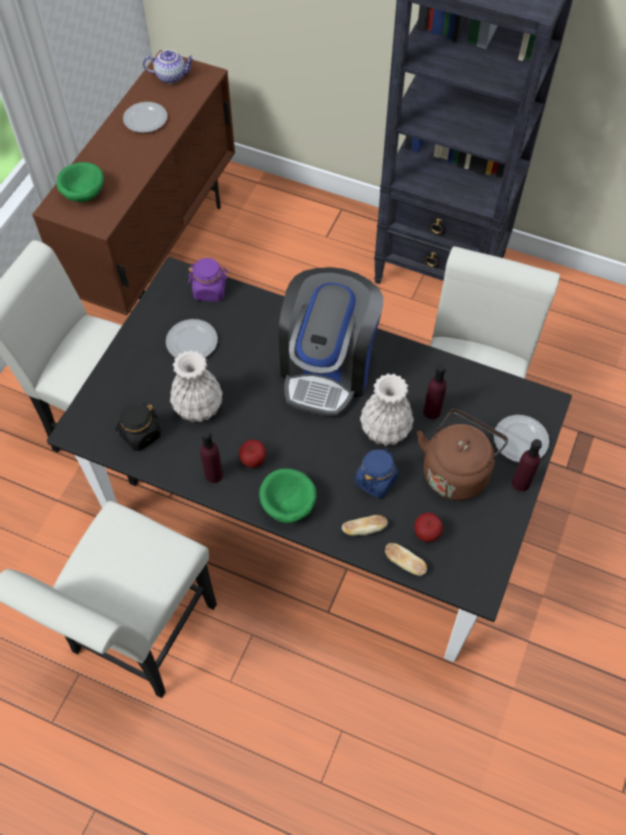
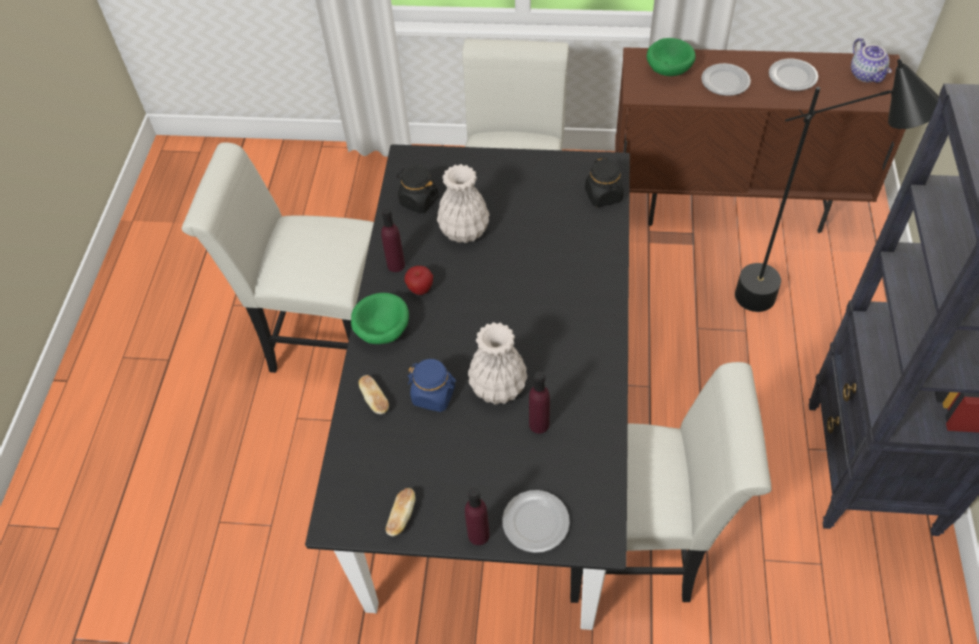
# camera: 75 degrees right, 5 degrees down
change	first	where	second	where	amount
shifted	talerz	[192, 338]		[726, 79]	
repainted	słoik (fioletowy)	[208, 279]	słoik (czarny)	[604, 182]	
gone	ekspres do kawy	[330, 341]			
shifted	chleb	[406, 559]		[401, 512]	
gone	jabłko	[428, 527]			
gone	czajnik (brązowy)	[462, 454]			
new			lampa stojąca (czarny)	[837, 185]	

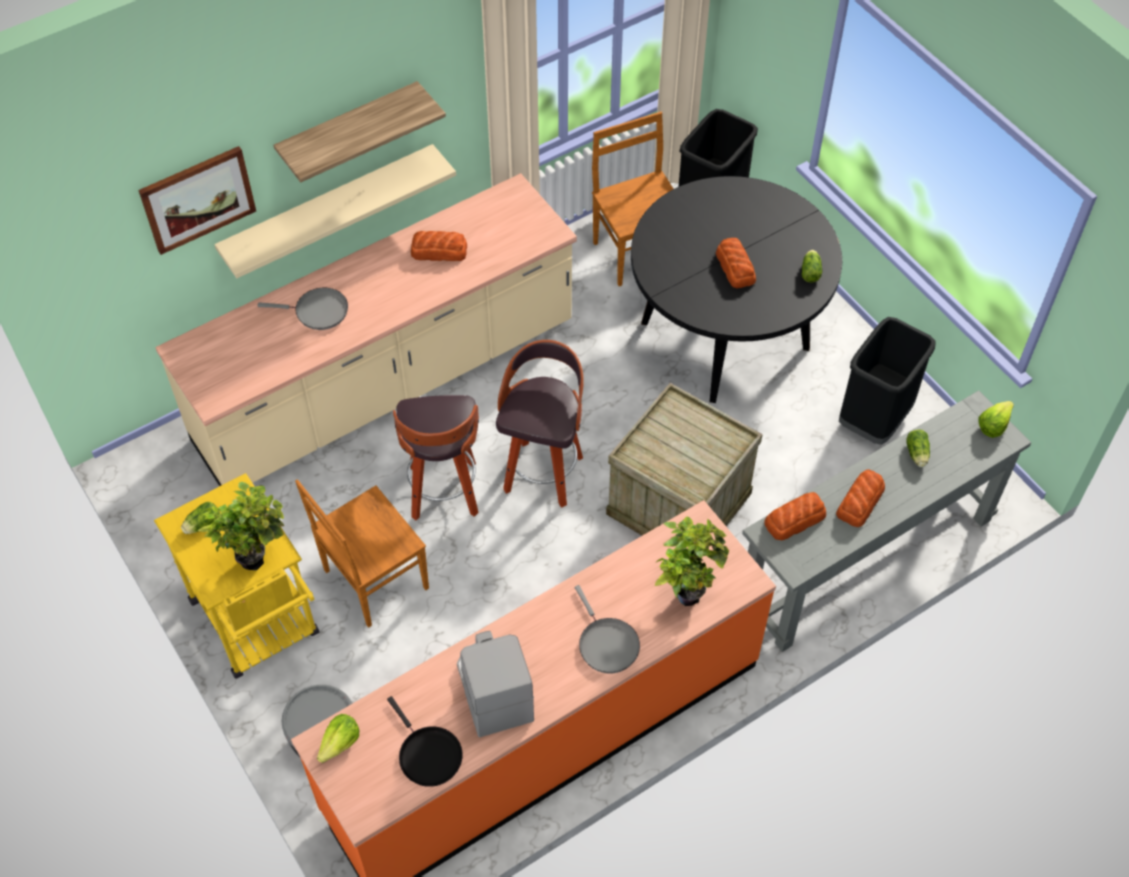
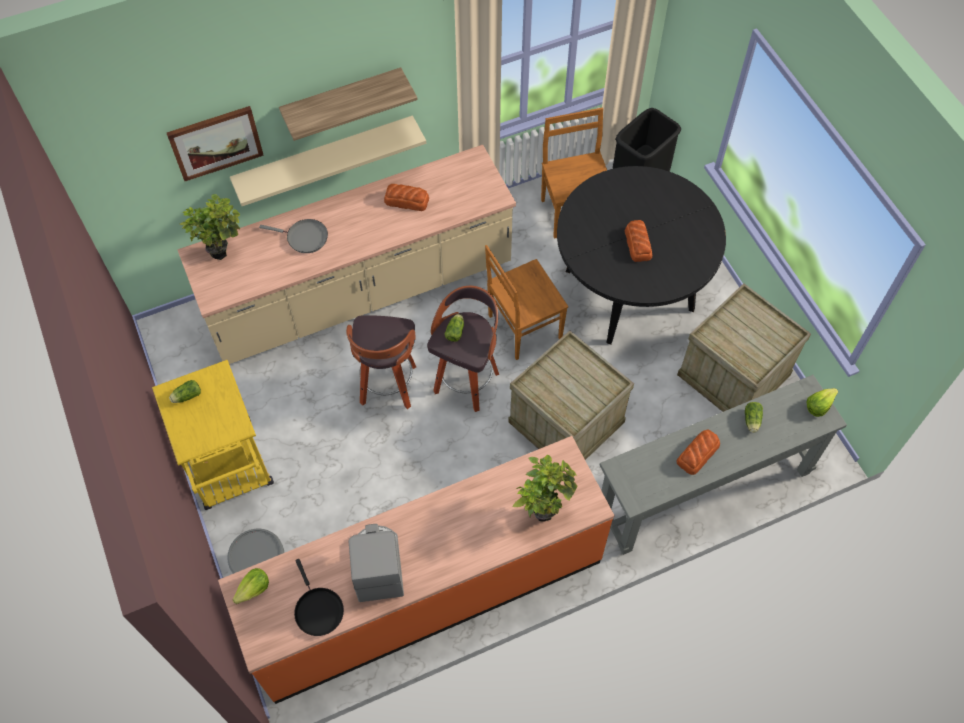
# camera: 10 degrees right, 5 degrees up
change	first	where	second	where	amount
shifted	roślina doniczkowa	[241, 526]		[210, 227]	
shifted	krzesło (brązowy)	[362, 554]		[526, 302]	
gone	patelnia (szary)	[607, 629]			
gone	chleb	[795, 516]			
shifted	sałata	[812, 266]		[454, 328]	
swapped	kosz na śmieci (czarny)	[887, 381]	skrzynka	[744, 347]	

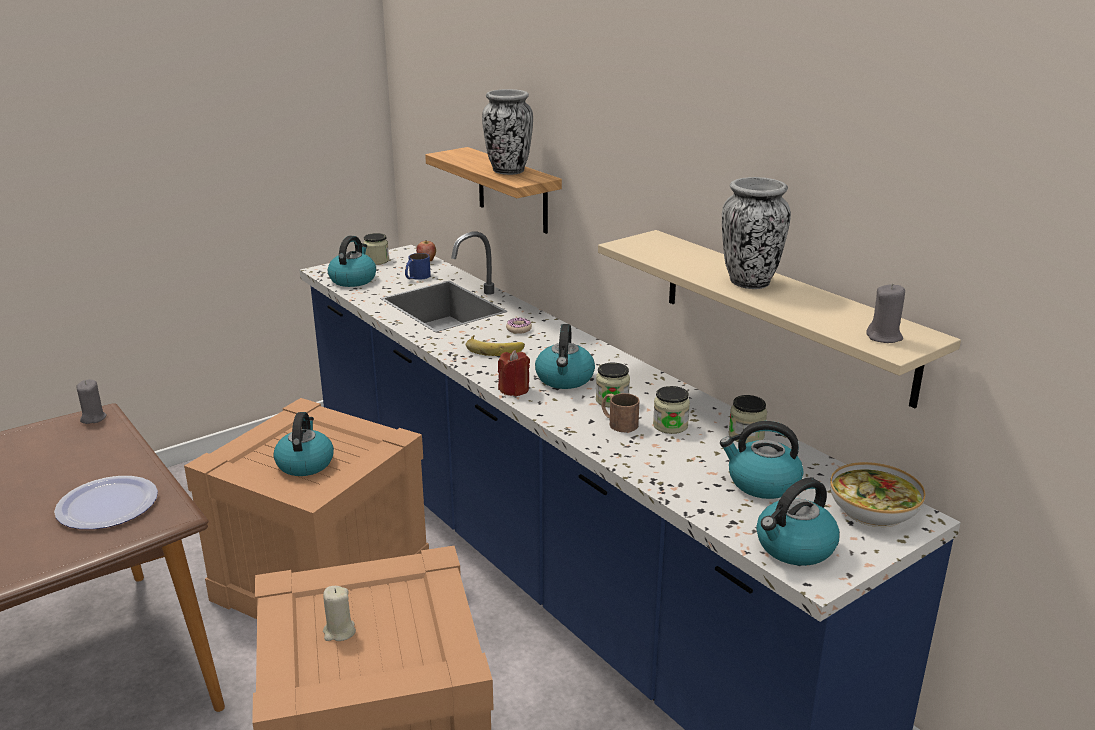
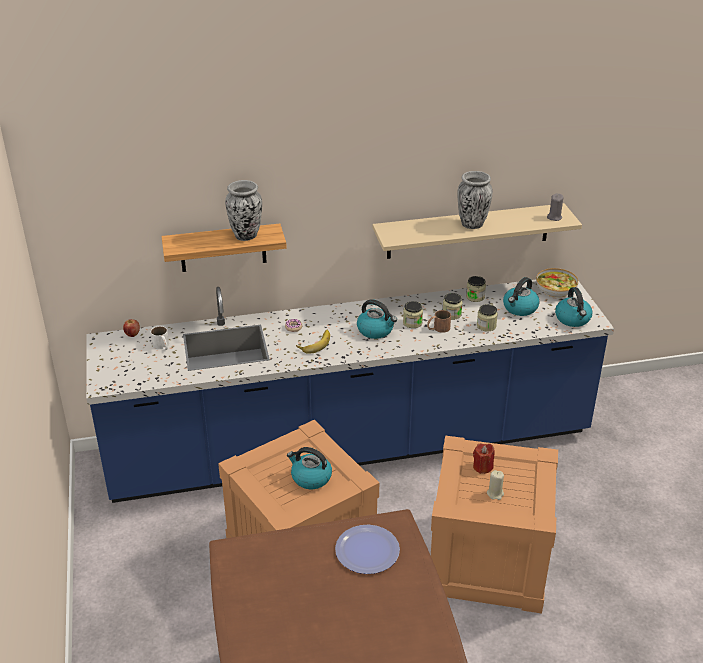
# camera: 65 degrees left, 10 degrees up
change	first	where	second	where	amount
gone	świeca (szary)	[92, 401]			
gone	czajnik	[352, 261]			
shifted	słoik	[376, 249]		[487, 317]	
repainted	kubek (niebieski)	[418, 266]	kubek (biały)	[160, 338]	
shifted	świeca (czerwony)	[514, 373]		[484, 458]	

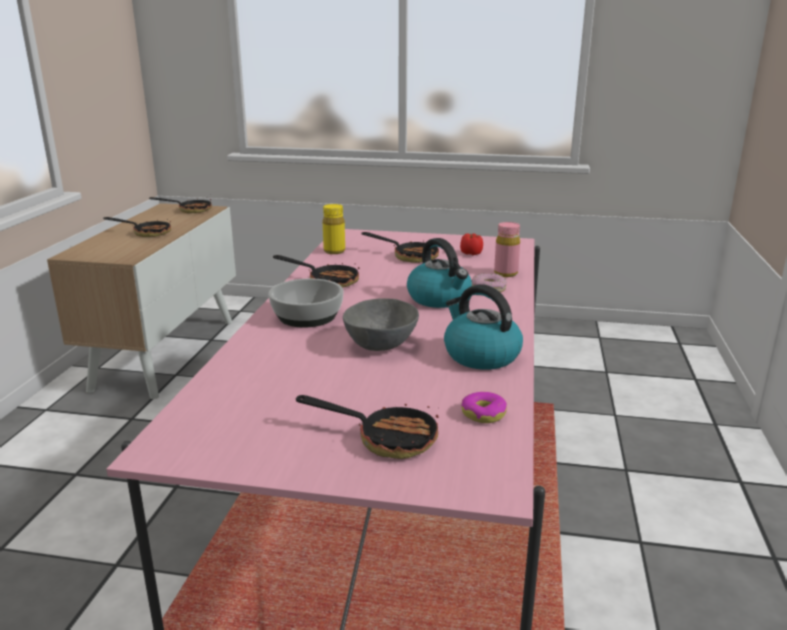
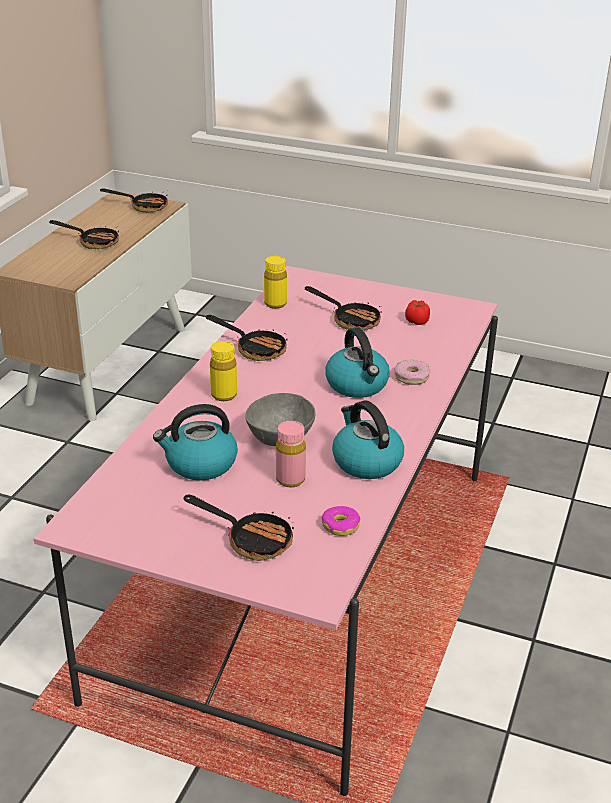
# camera: 10 degrees right, 10 degrees up
change	first	where	second	where	amount
swapped	miska	[305, 303]	butelka (żółty)	[223, 371]	
shifted	butelka (różowy)	[507, 249]		[291, 454]	
new			czajnik	[195, 442]	

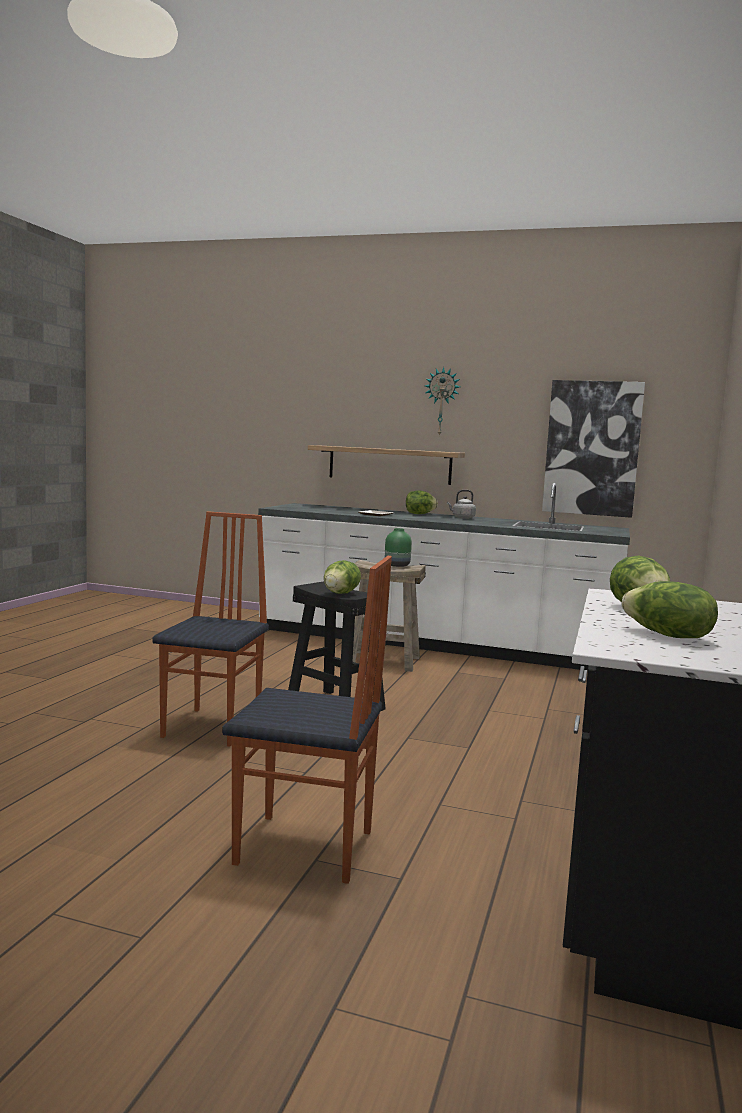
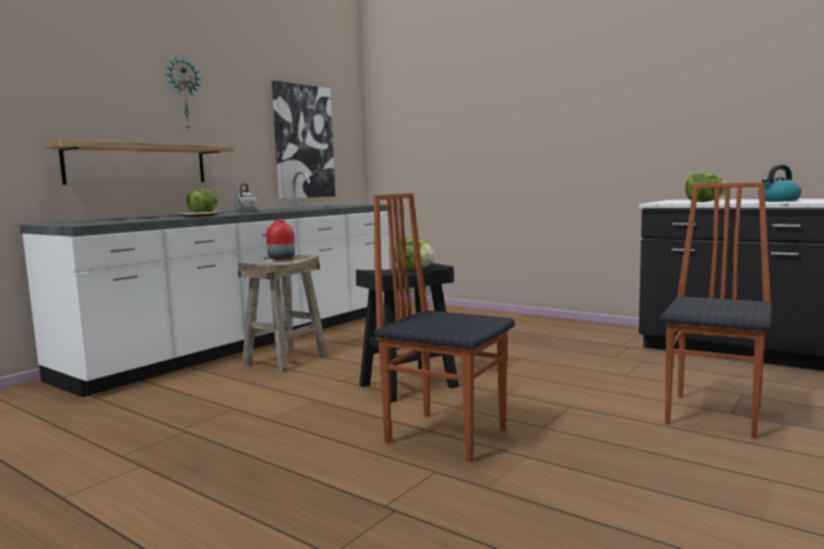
# camera: 70 degrees left, 0 degrees up
change	first	where	second	where	amount
repainted	wazon (zielony)	[398, 547]	wazon (czerwony)	[280, 240]	
swapped	sałata	[670, 609]	czajnik	[779, 183]	

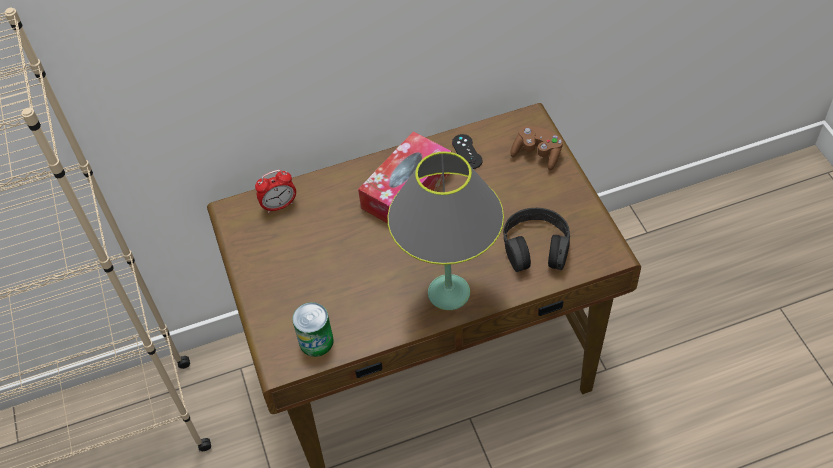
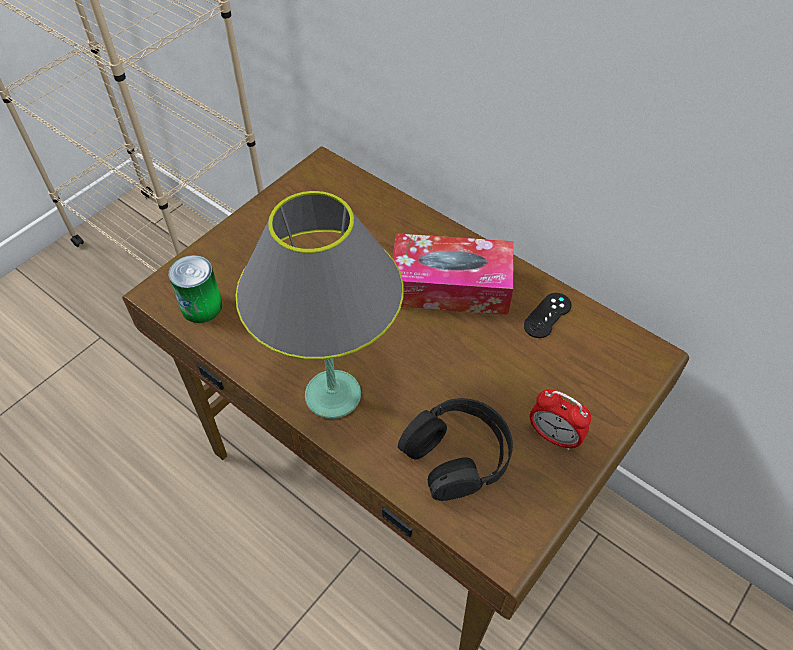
# camera: 55 degrees right, 0 degrees up
change	first	where	second	where	amount
shifted	budzik	[275, 191]		[560, 419]	
gone	pad do gier (brązowy)	[536, 148]			

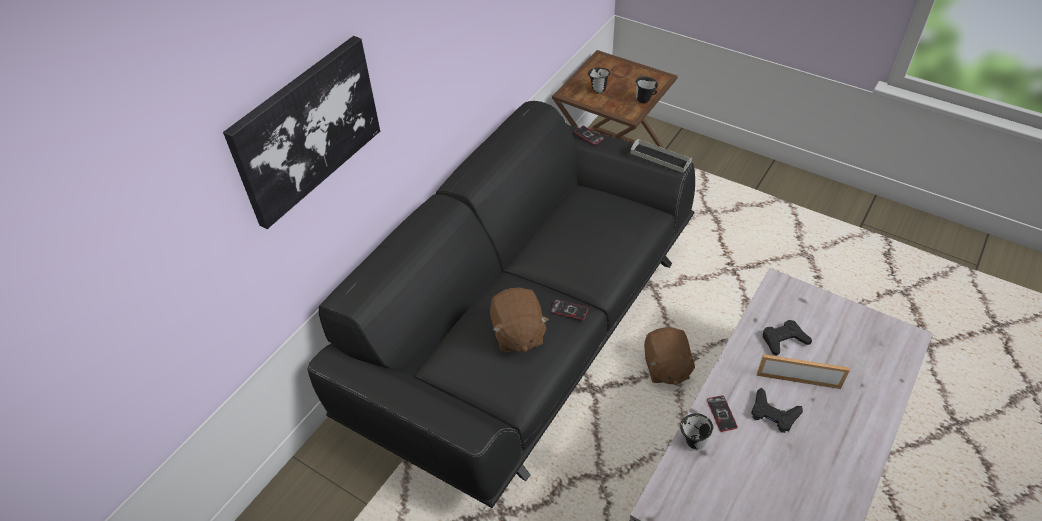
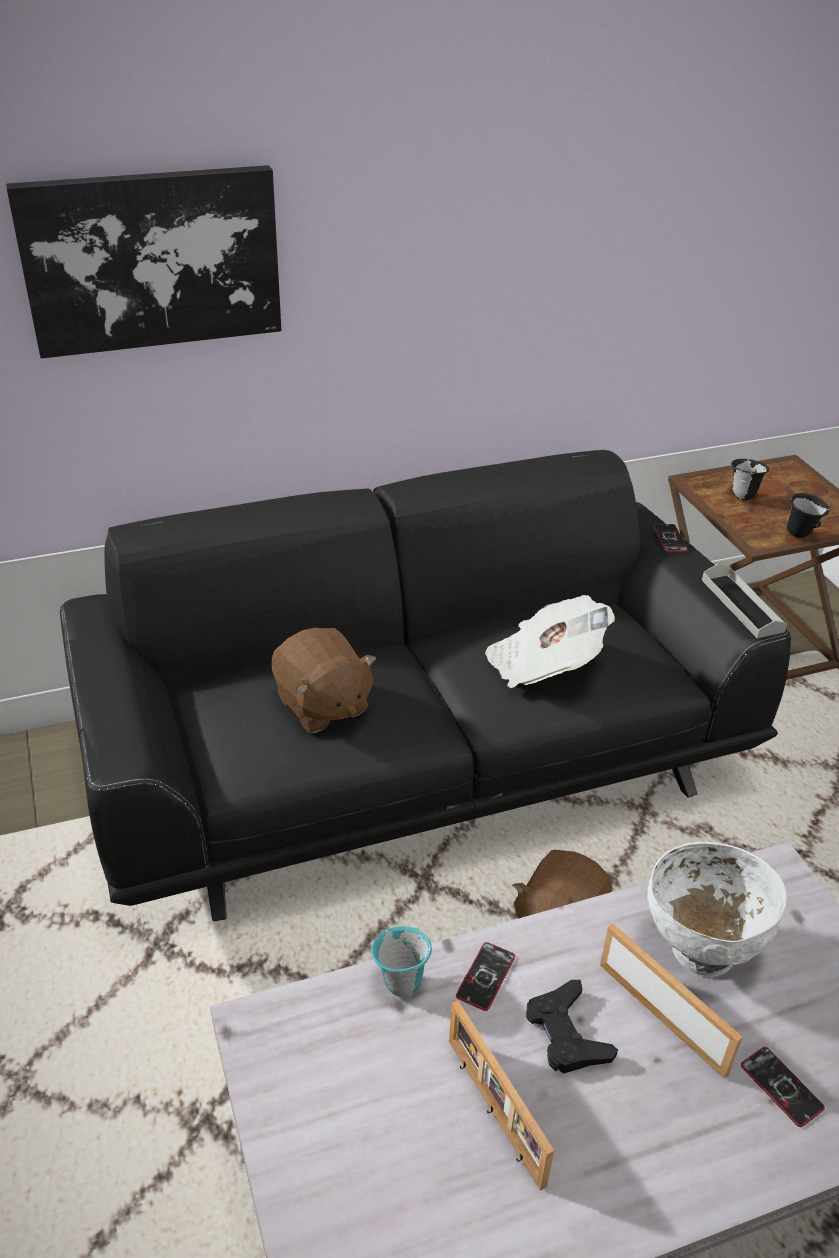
# camera: 35 degrees right, 10 degrees down
change	first	where	second	where	amount
rotated	pluszak (brązowy)	[519, 319]		[324, 680]	60 degrees counterclockwise
shifted	telefon	[569, 310]		[783, 1087]	
repainted	kubek (czarny)	[696, 431]	kubek (turkusowy)	[402, 961]	
swapped	pad do gier (czarny)	[787, 338]	miska (biały)	[717, 909]	
new			ramka na zdjęcie	[501, 1095]	
new			gazeta	[550, 641]	

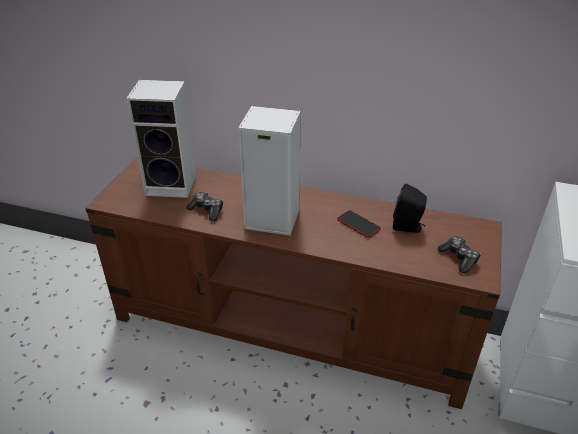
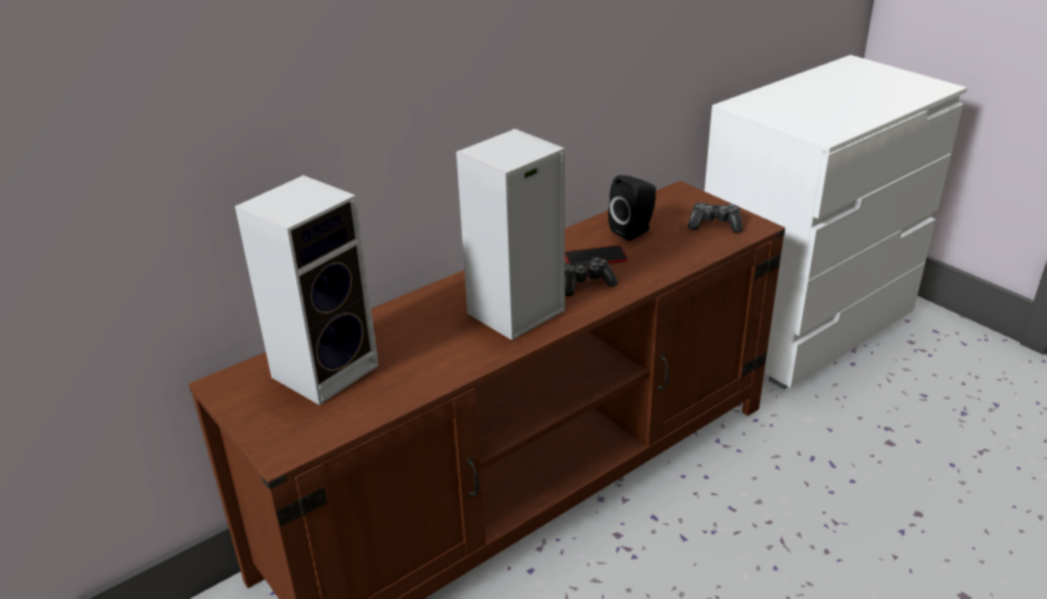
# camera: 55 degrees left, 5 degrees down
change	first	where	second	where	amount
shifted	pad do gier	[204, 206]		[591, 276]	

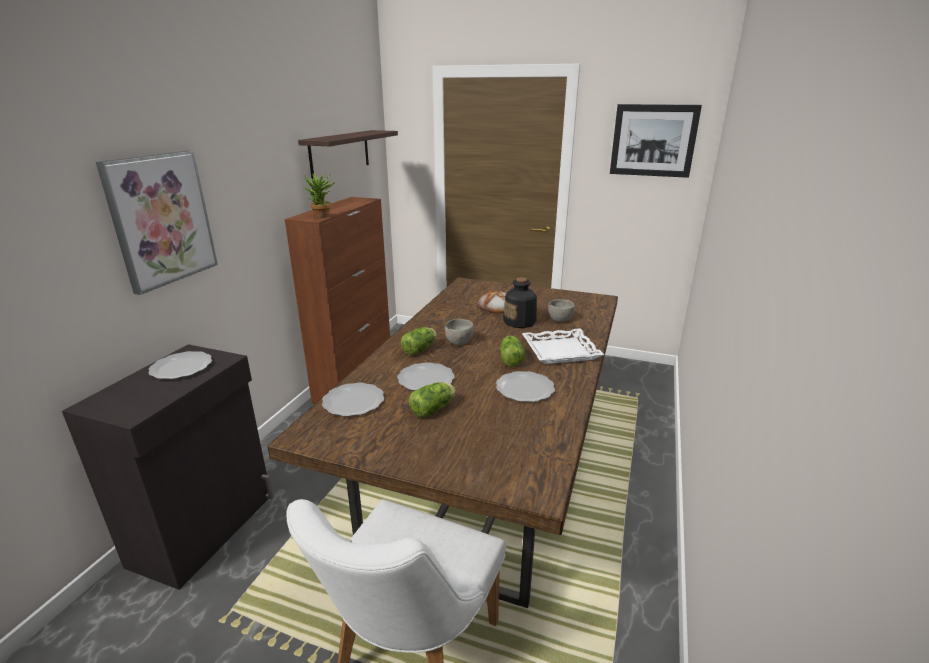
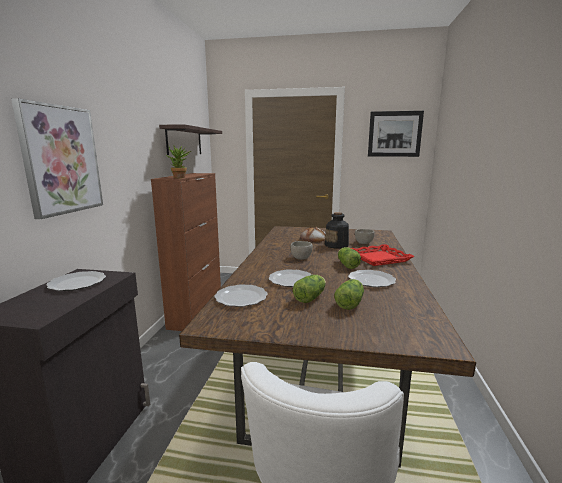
# camera: 10 degrees left, 10 degrees down
change	first	where	second	where	amount
shifted	sałata	[419, 341]		[349, 294]	
repainted	taca (biały)	[563, 346]	taca (czerwony)	[383, 255]	

